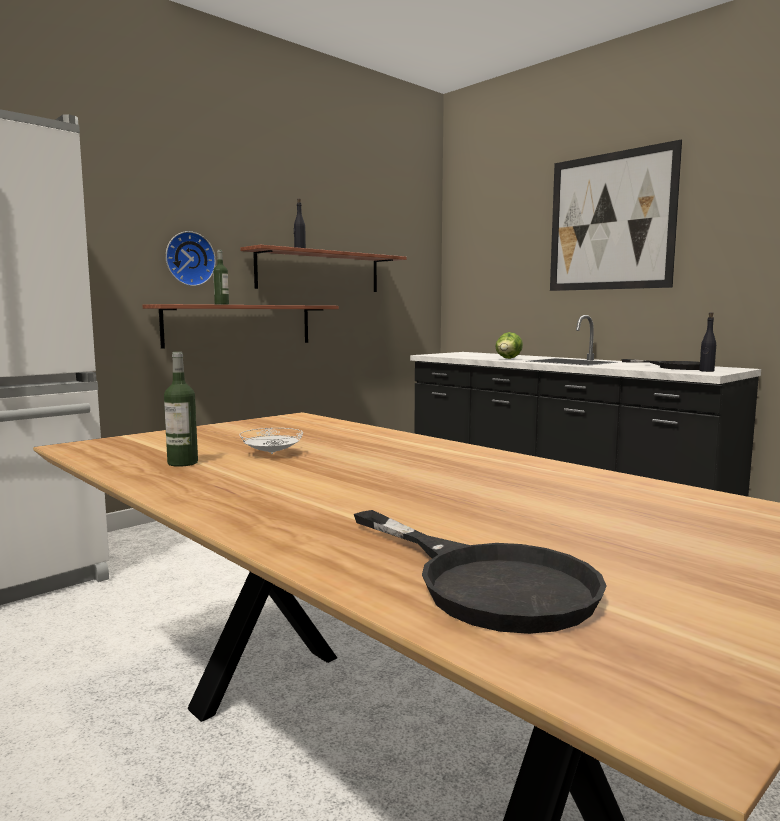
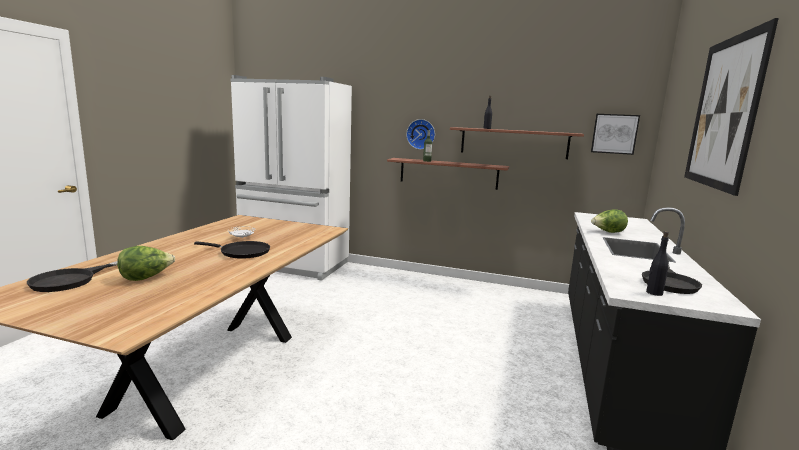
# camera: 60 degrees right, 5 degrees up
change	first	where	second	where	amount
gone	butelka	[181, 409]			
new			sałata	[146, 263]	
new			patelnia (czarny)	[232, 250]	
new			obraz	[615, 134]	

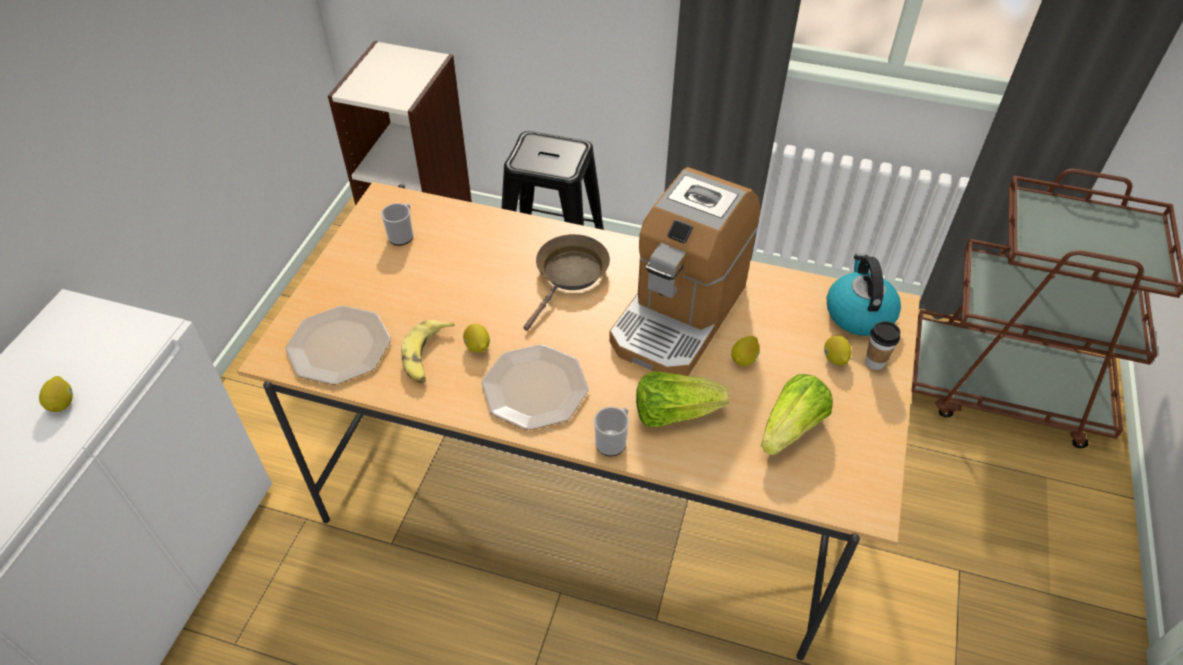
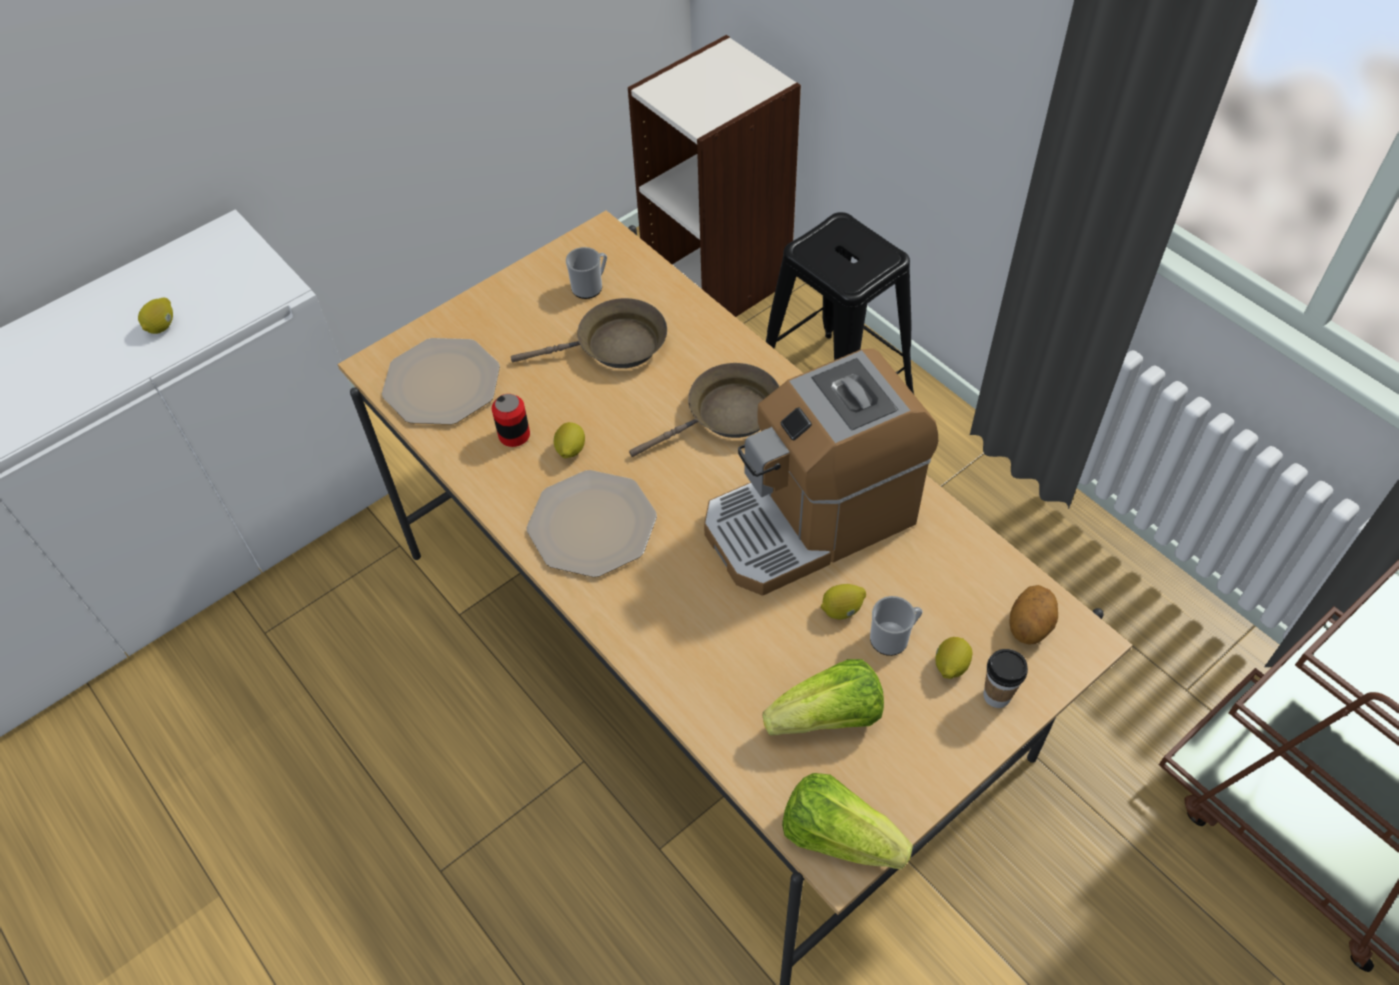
# camera: 35 degrees right, 5 degrees up
change	first	where	second	where	amount
swapped	banan	[428, 351]	puszka	[511, 420]	
shifted	kubek	[611, 431]		[896, 626]	
shifted	sałata	[682, 399]		[847, 821]	
swapped	czajnik	[864, 294]	ziemniak	[1033, 615]	
new			patelnia (brązowy)	[589, 333]	

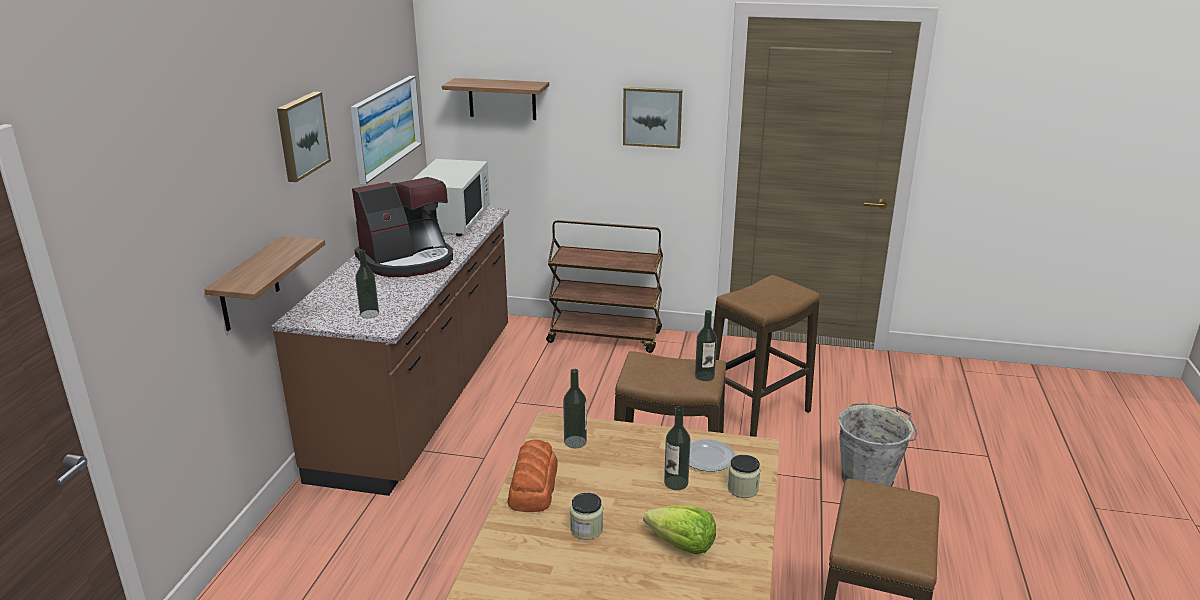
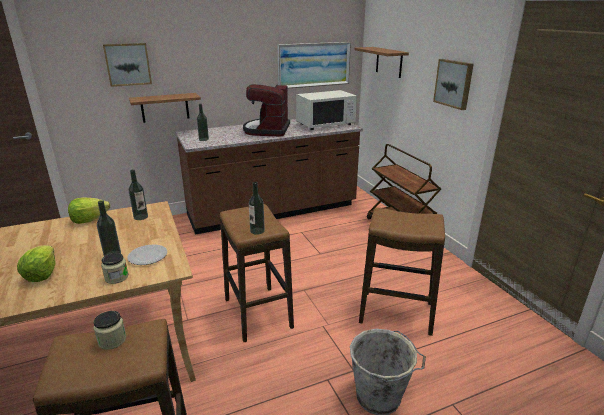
# camera: 55 degrees right, 0 degrees up
change	first	where	second	where	amount
shifted	obraz	[304, 137]		[127, 65]	
rotated	ekspres do kawy	[402, 227]		[266, 110]	75 degrees clockwise
swapped	chleb	[533, 475]	sałata	[89, 210]	
shifted	słoik	[586, 516]		[109, 330]	

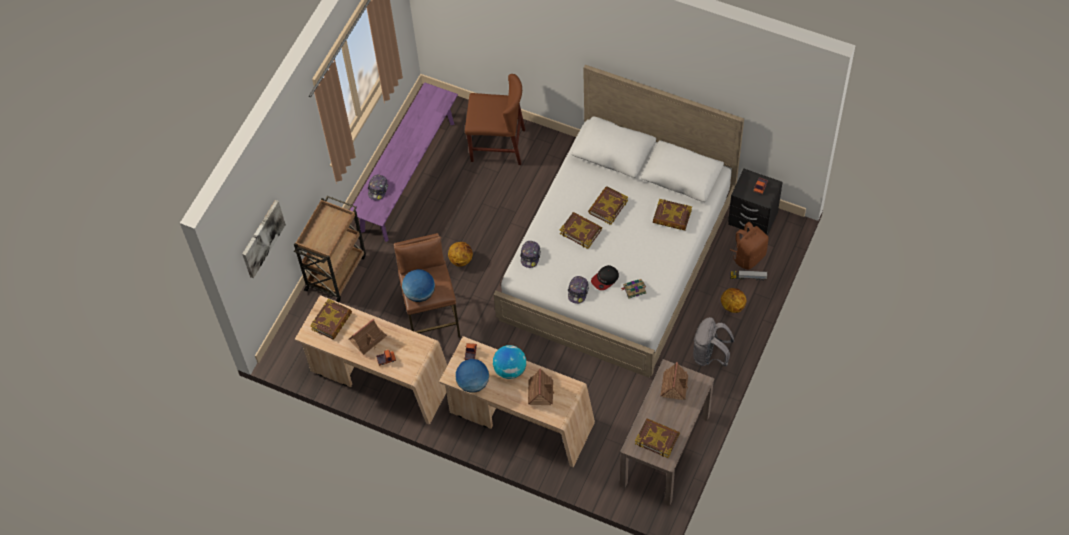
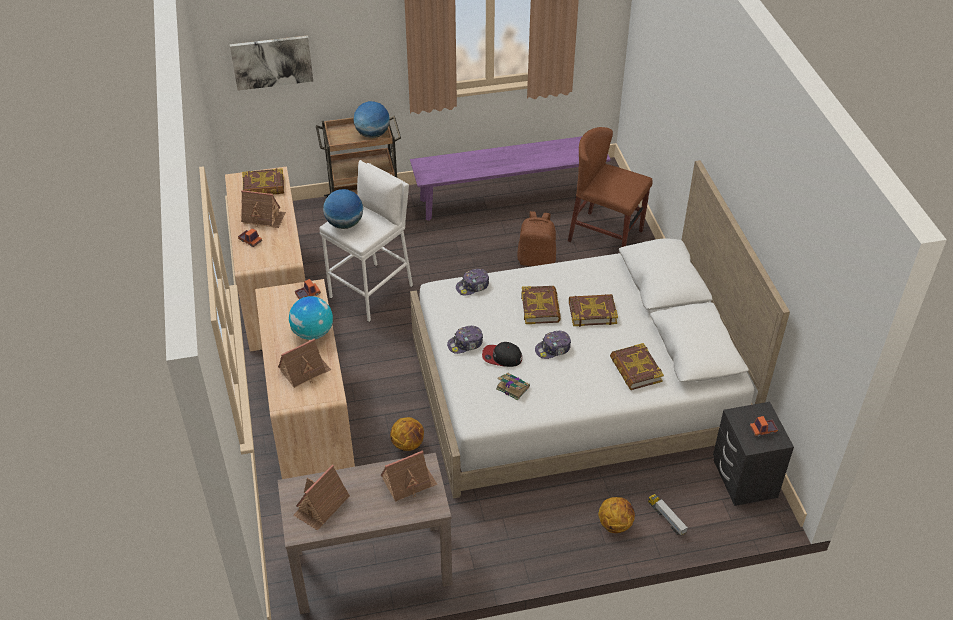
# camera: 50 degrees right, 15 degrees down
change	first	where	second	where	amount
shifted	czapka z daszkiem	[378, 188]		[553, 345]	
repainted	stołek (brązowy)	[427, 285]	stołek (biały)	[366, 241]	
shifted	piłka do koszykówki	[460, 254]		[407, 434]	
shifted	globus	[472, 376]		[371, 119]	
rotated	krzesło (brązowy)	[495, 119]		[610, 187]	150 degrees clockwise
swapped	książka	[657, 438]	domek	[321, 497]	
gone	plecak (szary)	[713, 341]			
shifted	plecak (brązowy)	[749, 246]		[536, 238]	

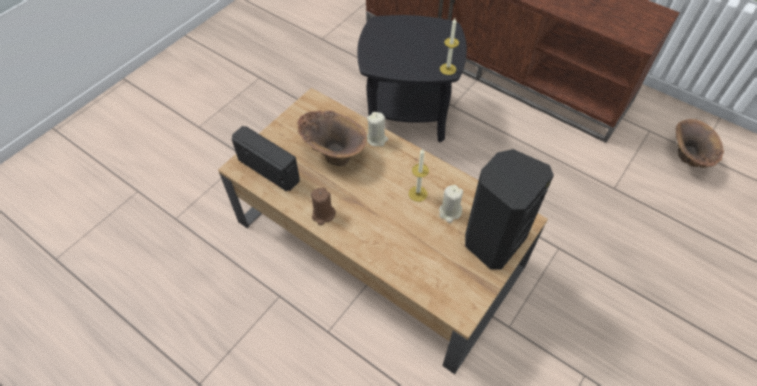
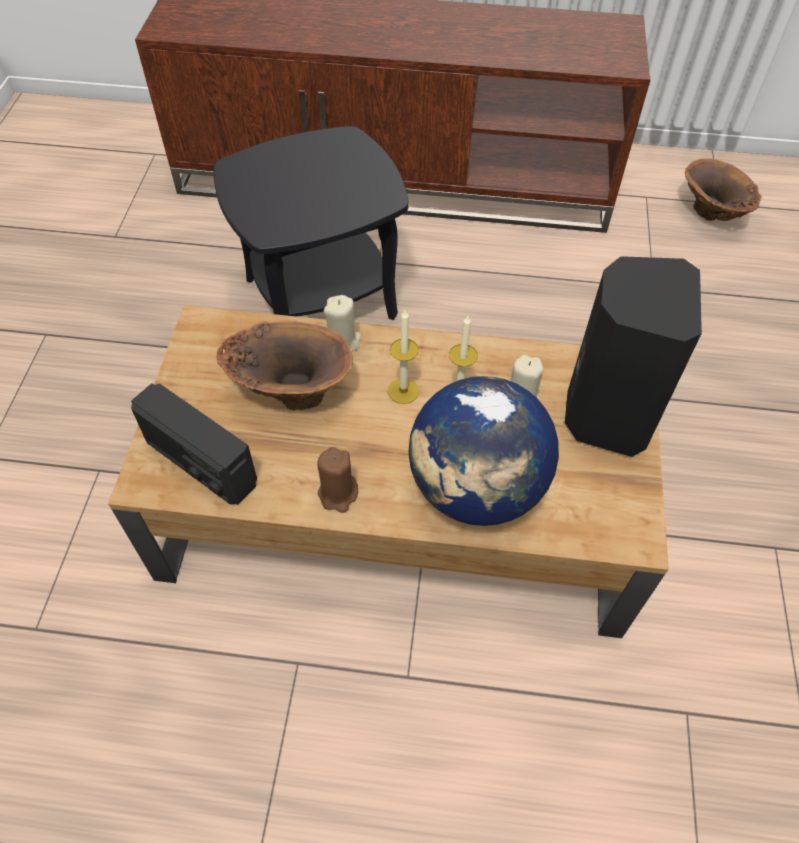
# camera: 30 degrees left, 0 degrees up
change	first	where	second	where	amount
rotated	radio	[266, 158]		[194, 444]	150 degrees counterclockwise
shifted	świeca	[449, 47]		[403, 357]	
new			globus	[484, 451]	

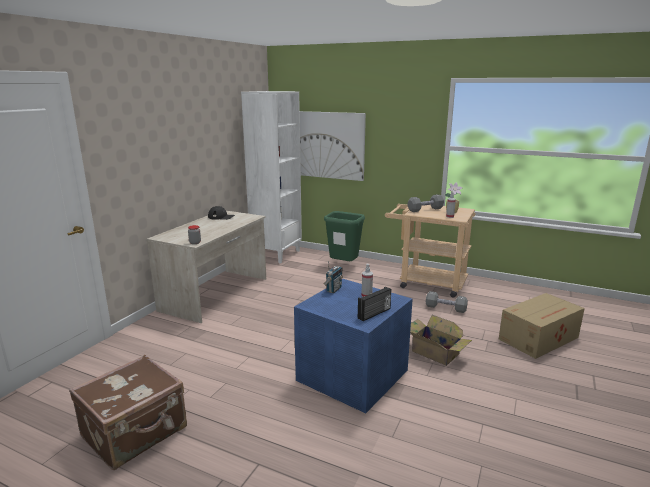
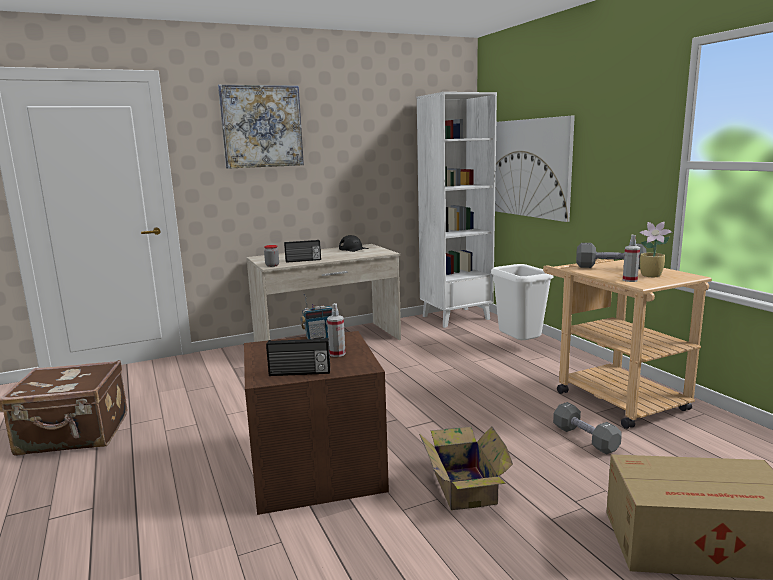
# camera: 40 degrees right, 5 degrees down
change	first	where	second	where	amount
repainted	pojemnik do przechowywania (niebieski)	[353, 346]	pojemnik do przechowywania (brązowy)	[316, 423]	
repainted	kosz na śmieci (zielony)	[344, 236]	kosz na śmieci (biały)	[522, 302]	
new			obraz	[261, 127]	
new			radio	[302, 251]	

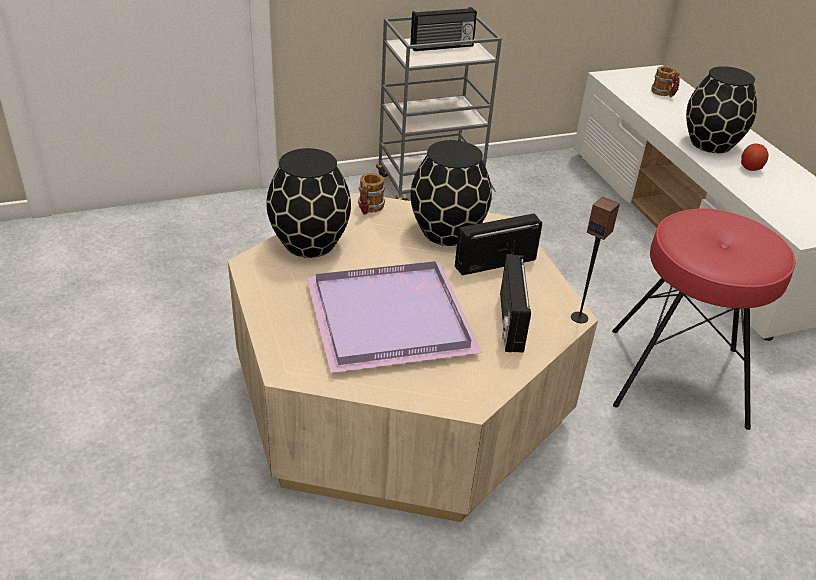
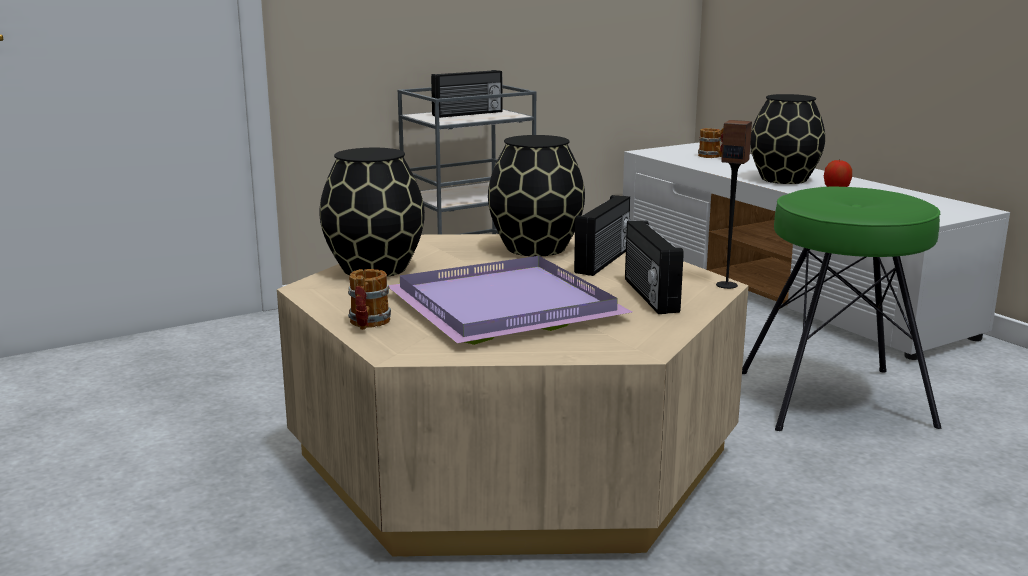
# camera: 10 degrees left, 20 degrees down
change	first	where	second	where	amount
shifted	kubek	[371, 194]		[369, 299]	
rotated	radio	[498, 244]		[602, 235]	150 degrees clockwise
repainted	stołek (czerwony)	[704, 319]	stołek (zielony)	[841, 309]	

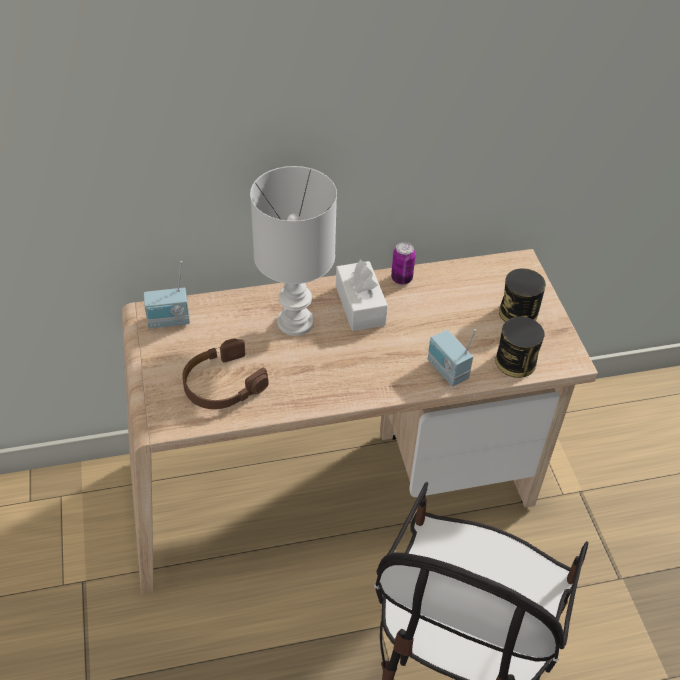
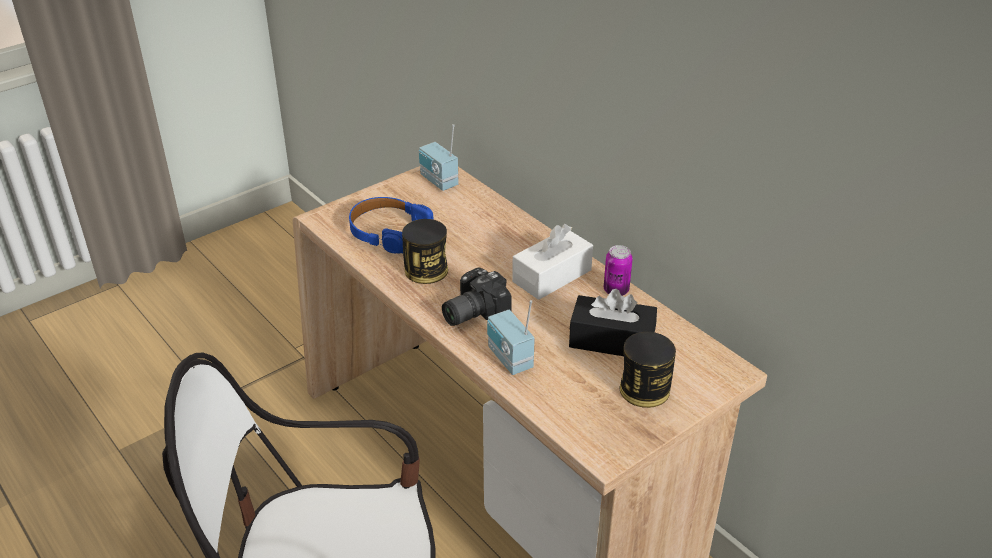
# camera: 65 degrees right, 10 degrees down
change	first	where	second	where	amount
repainted	słuchawki (brązowy)	[225, 374]	słuchawki (niebieski)	[391, 225]	
gone	lampa stołowa (biały)	[293, 251]			
rotated	radio	[452, 358]		[511, 337]	60 degrees counterclockwise
shifted	puszka	[519, 347]		[425, 251]	
new			aparat fotograficzny	[477, 296]	
new			pudełko chusteczek (czarny)	[613, 322]	

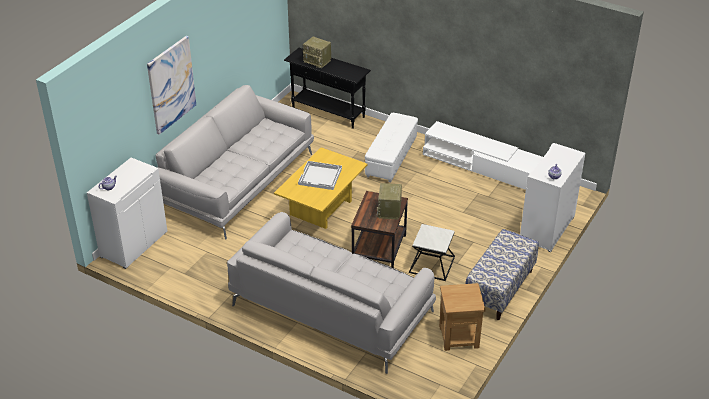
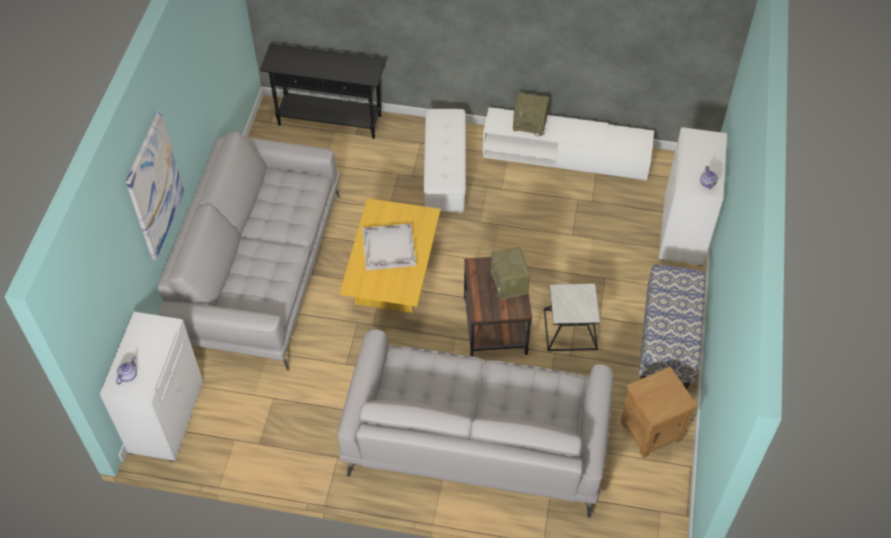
# camera: 20 degrees left, 15 degrees up
change	first	where	second	where	amount
shifted	radio	[317, 52]		[531, 114]	

